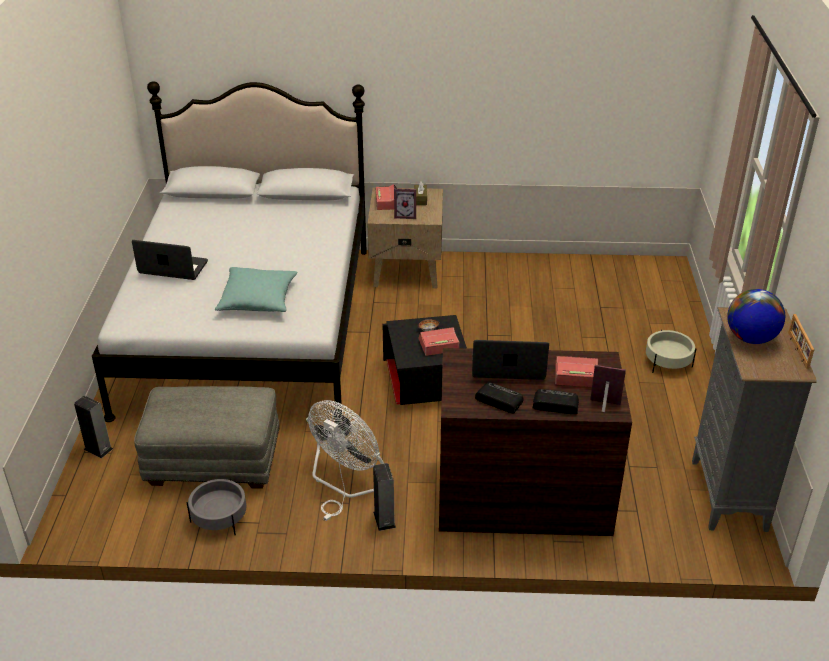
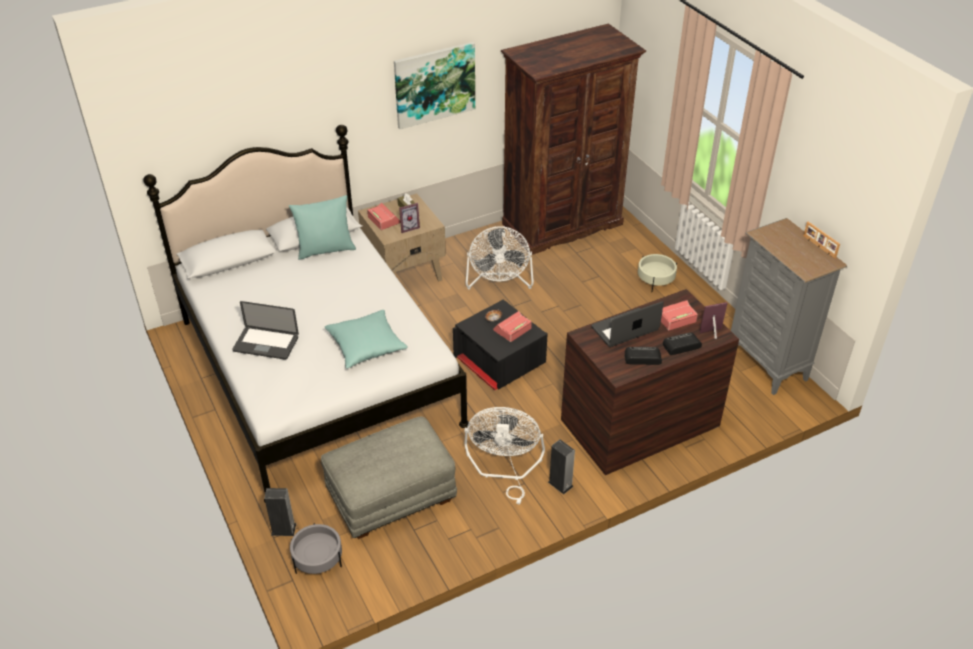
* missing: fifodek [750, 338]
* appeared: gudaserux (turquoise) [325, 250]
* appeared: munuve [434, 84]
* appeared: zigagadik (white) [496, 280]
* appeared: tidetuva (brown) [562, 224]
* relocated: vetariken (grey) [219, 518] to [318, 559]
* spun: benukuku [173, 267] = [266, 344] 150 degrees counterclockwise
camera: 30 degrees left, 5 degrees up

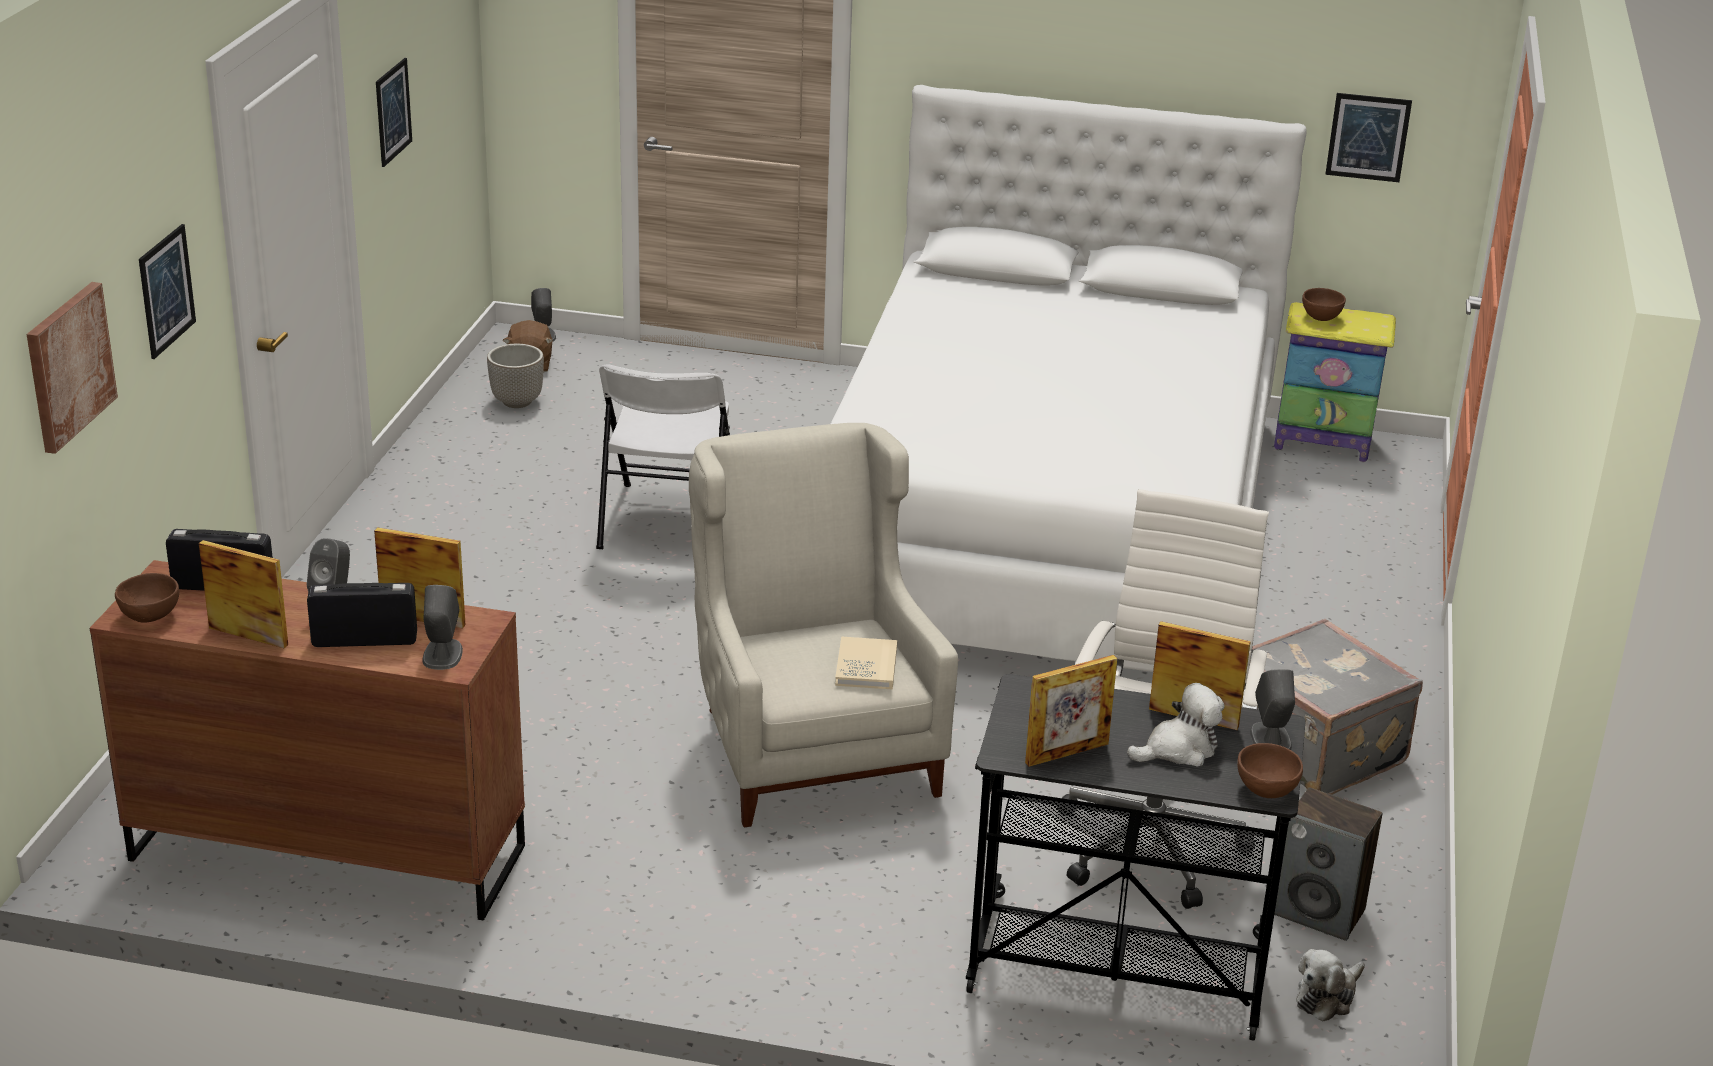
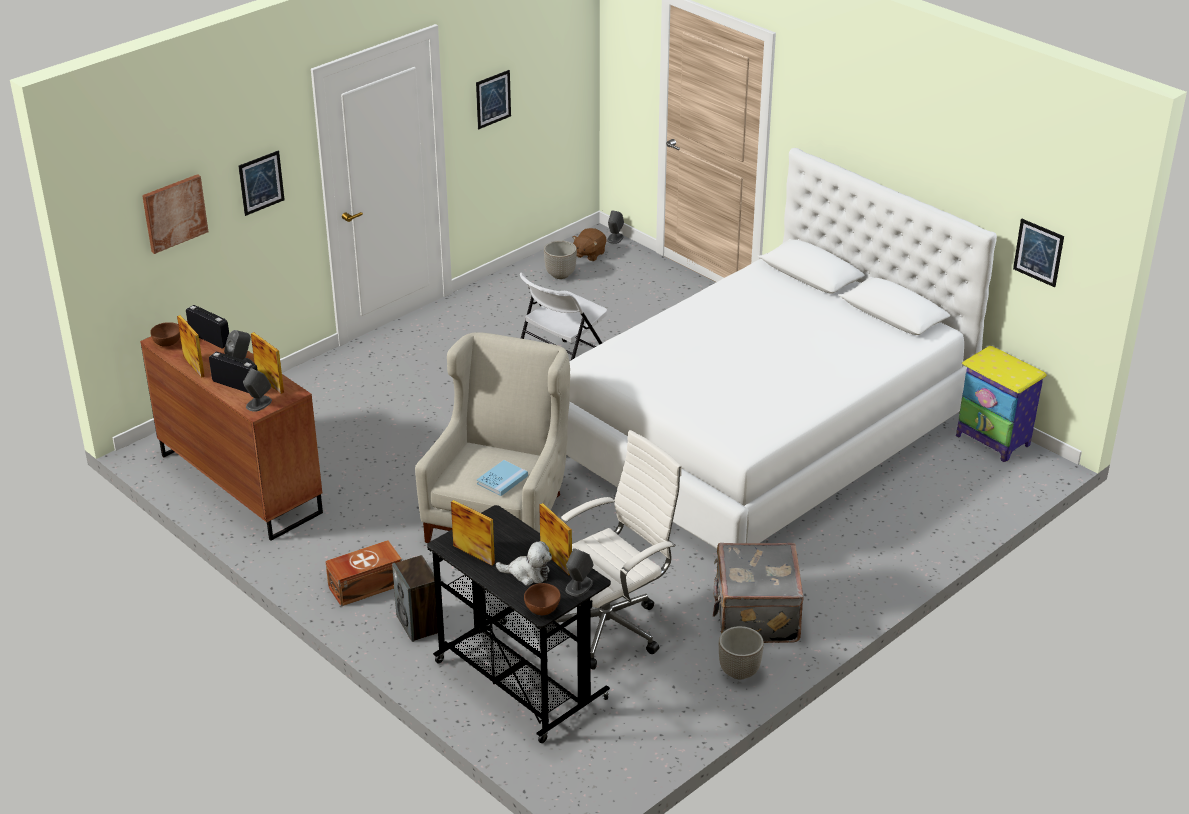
* missing: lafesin [1327, 997]
* missing: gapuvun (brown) [1320, 317]
* appeared: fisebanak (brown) [364, 585]
* appeared: vetariken [739, 672]
* relocated: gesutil [1320, 912] to [419, 624]
* colour: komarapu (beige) [866, 667] to komarapu (blue) [502, 480]
* spun: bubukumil [1067, 753] = [473, 554] 150 degrees counterclockwise
camera: 35 degrees right, 5 degrees up

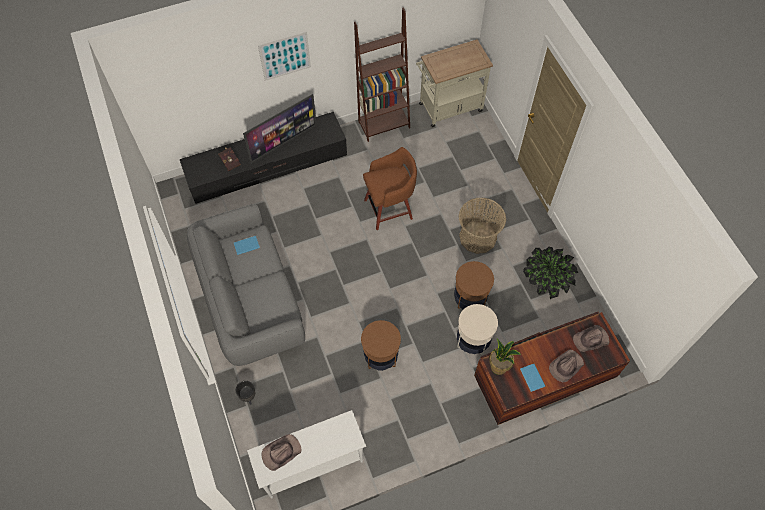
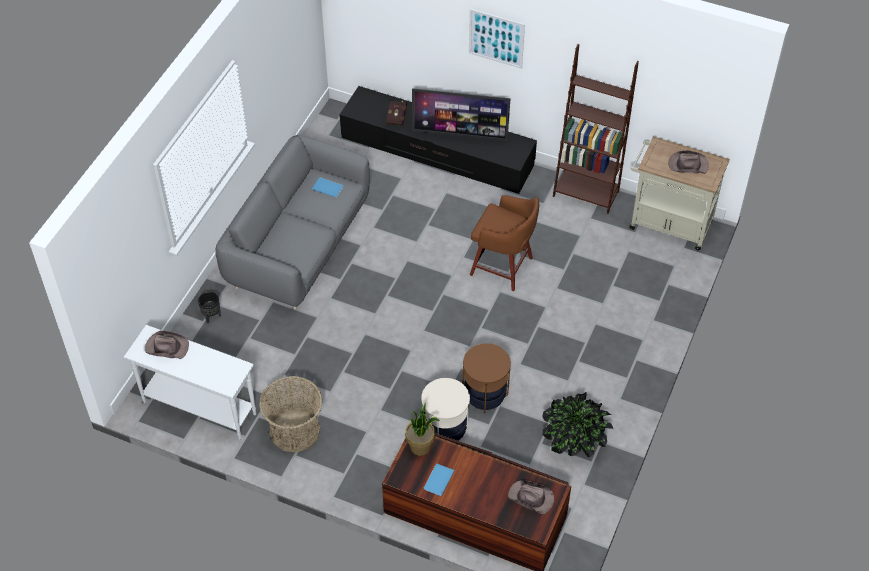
* missing: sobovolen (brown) [380, 356]
* relocated: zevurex [477, 237] to [294, 430]
* relocated: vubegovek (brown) [565, 366] to [687, 165]
camera: 45 degrees right, 10 degrees down

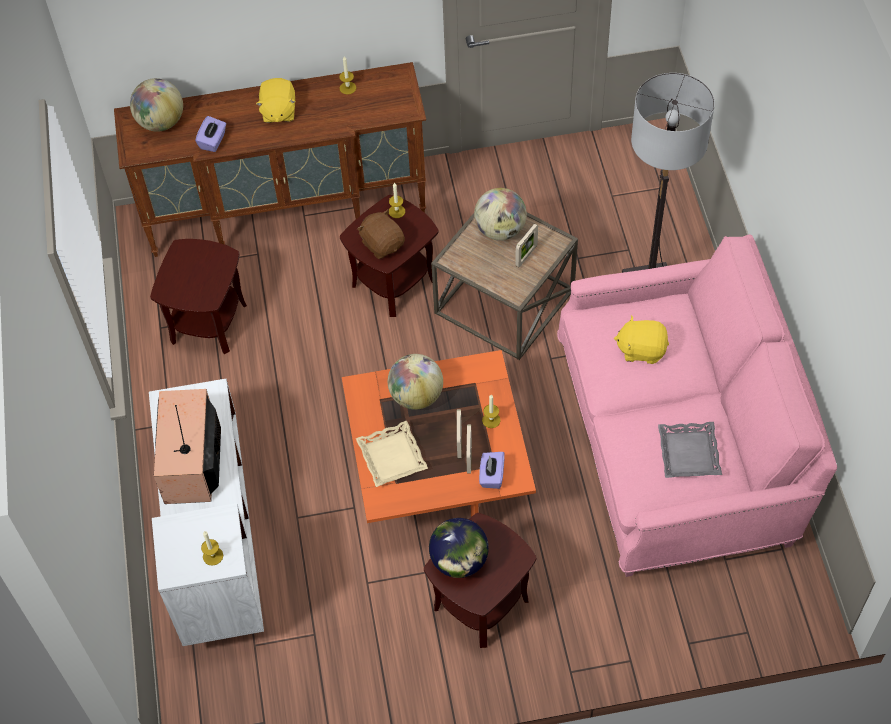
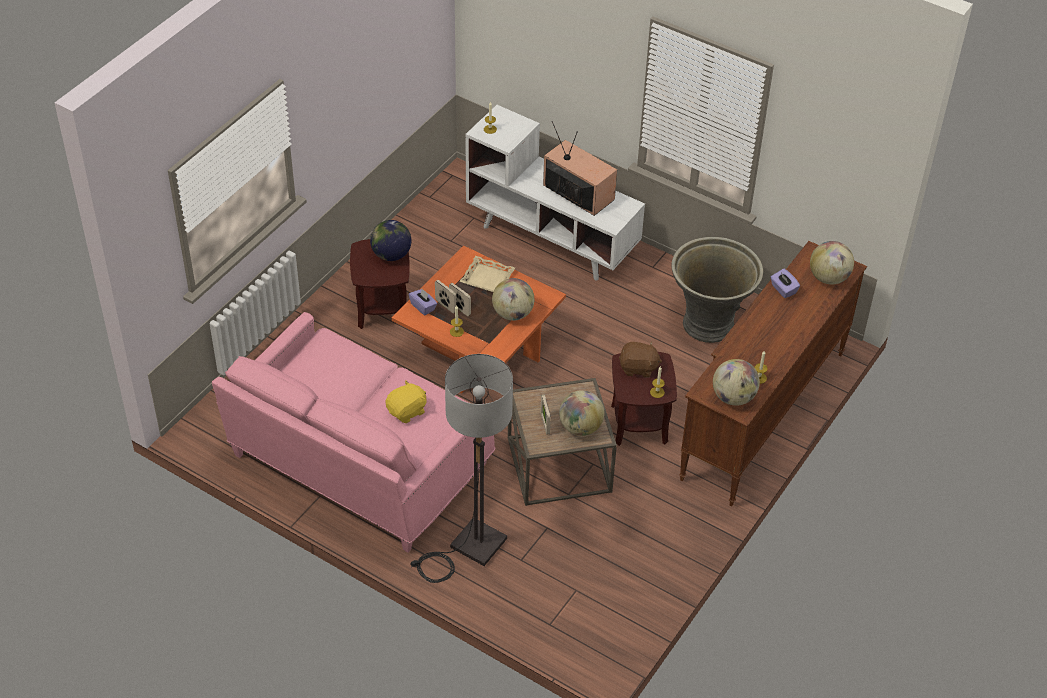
* missing: lafesin (yellow) [278, 111]
* missing: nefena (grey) [688, 453]
* appeared: fifodek [733, 397]
* exchanged: sobovolen (brown) [208, 322] to vetariken (grey) [709, 324]
camera: 130 degrees right, 10 degrees down

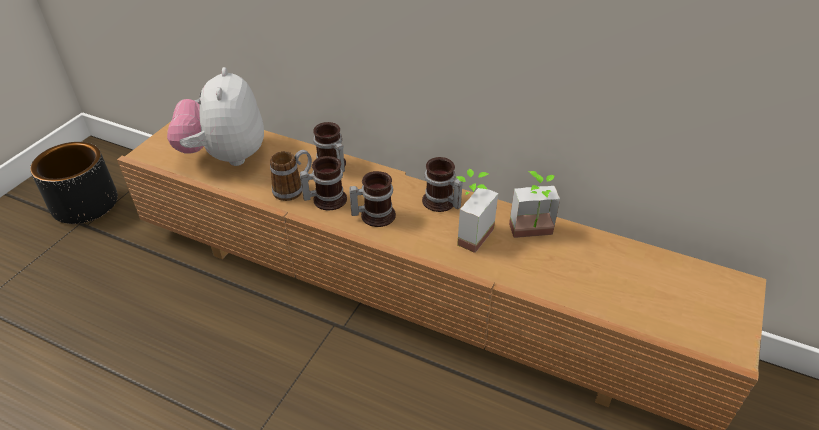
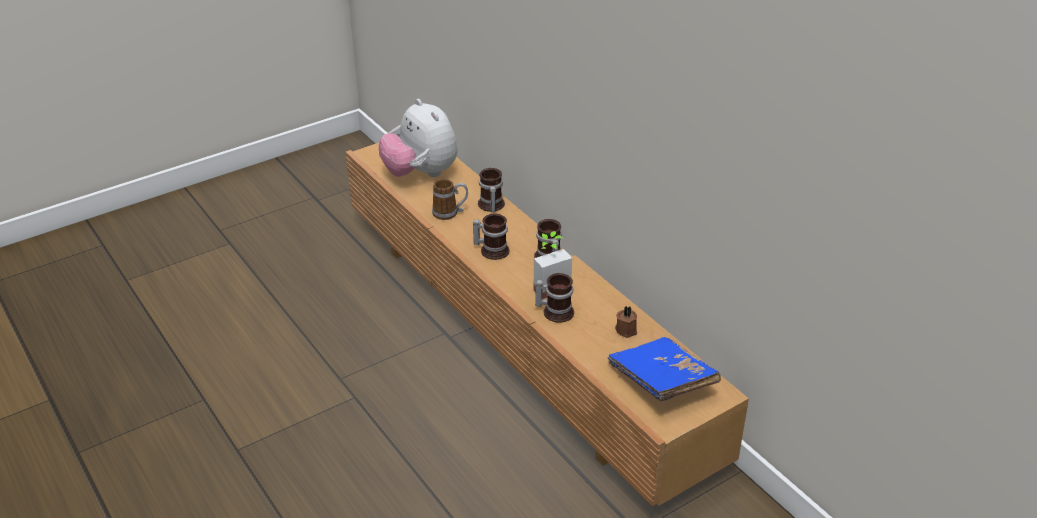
* missing: vetariken (black) [86, 204]
* missing: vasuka [532, 235]
* appeared: komarapu (blue) [661, 382]
* appeared: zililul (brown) [626, 329]
* relocated: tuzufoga [326, 199] to [555, 311]
* spun: lafesin [225, 156] = [420, 173] 60 degrees counterclockwise
camera: 30 degrees right, 5 degrees down

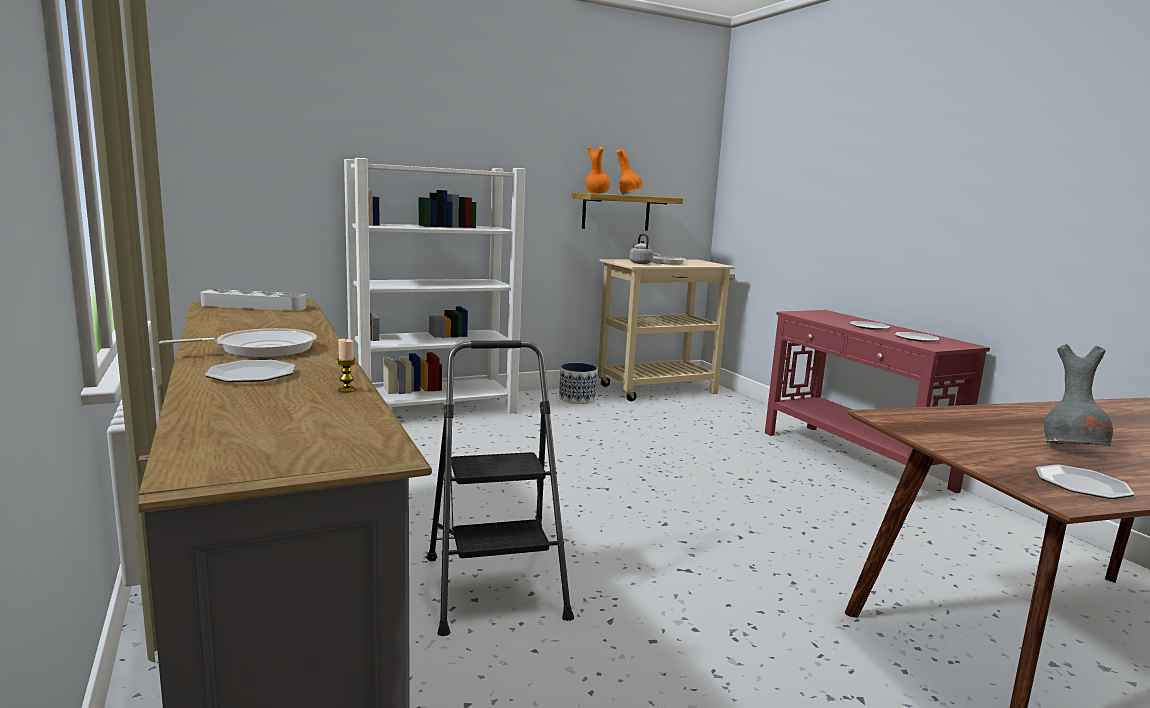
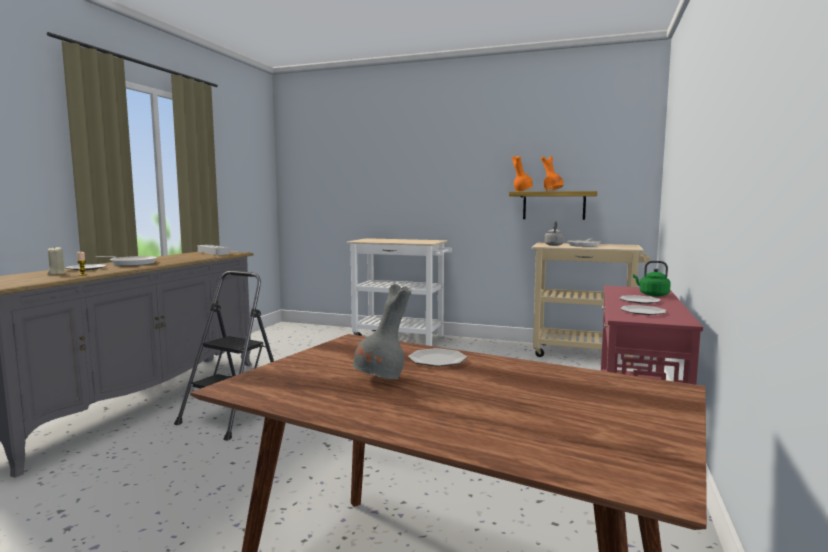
* missing: vetariken [577, 399]
* appeared: zililul (beige) [56, 273]
* appeared: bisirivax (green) [652, 295]
* relocated: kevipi [1081, 485] to [437, 360]
* exchanged: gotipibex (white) [434, 409] to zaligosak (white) [400, 338]
camera: 45 degrees right, 5 degrees down

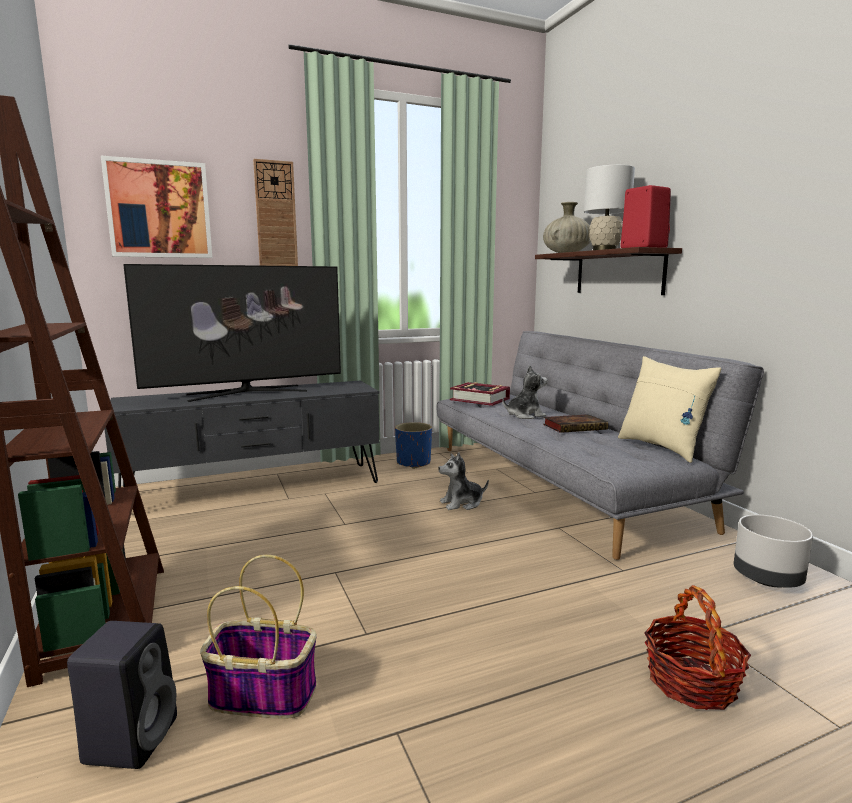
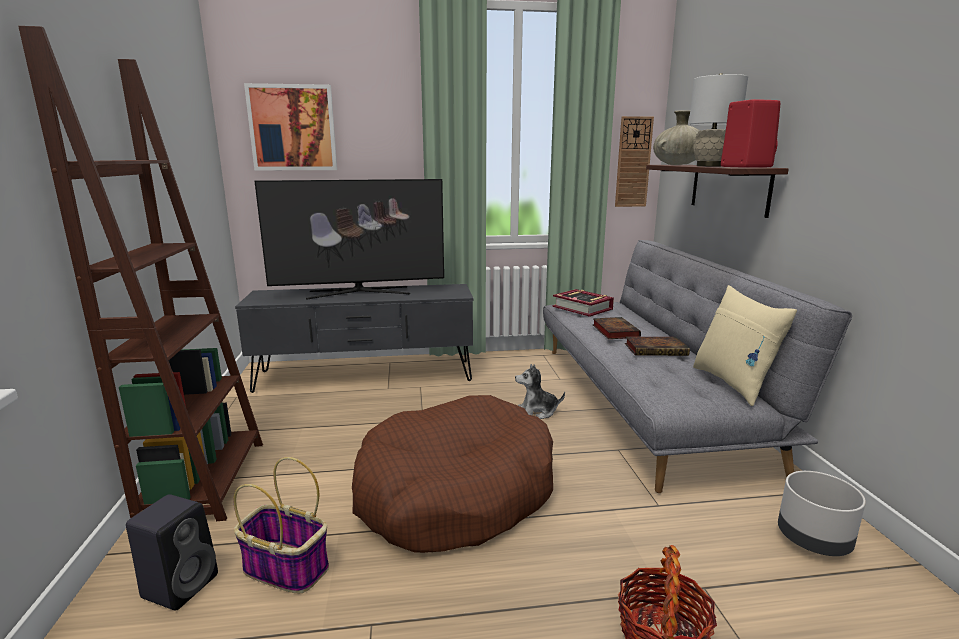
* missing: vetariken (blue) [414, 463]
* appeared: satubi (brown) [455, 492]
* relocated: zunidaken [276, 214] to [633, 162]
* exchanged: lafesin [524, 415] to komarapu [614, 331]
camera: 15 degrees right, 5 degrees up

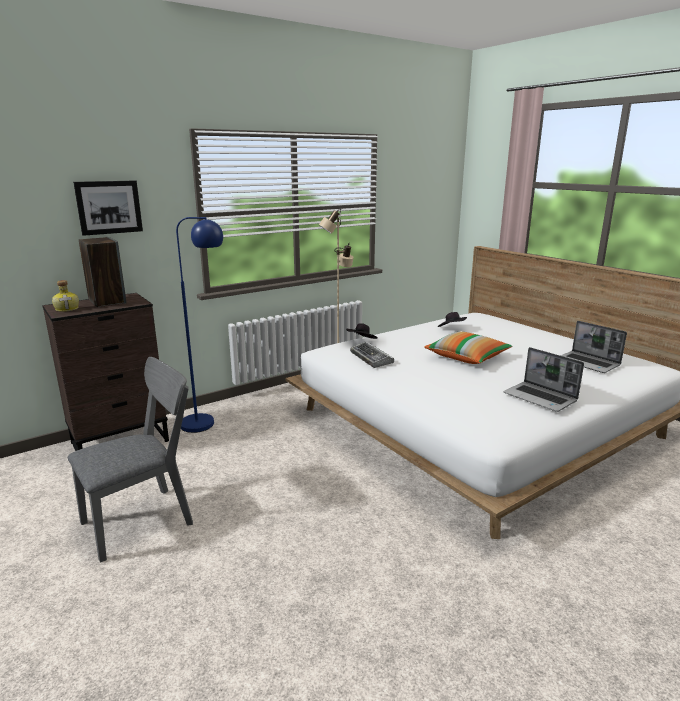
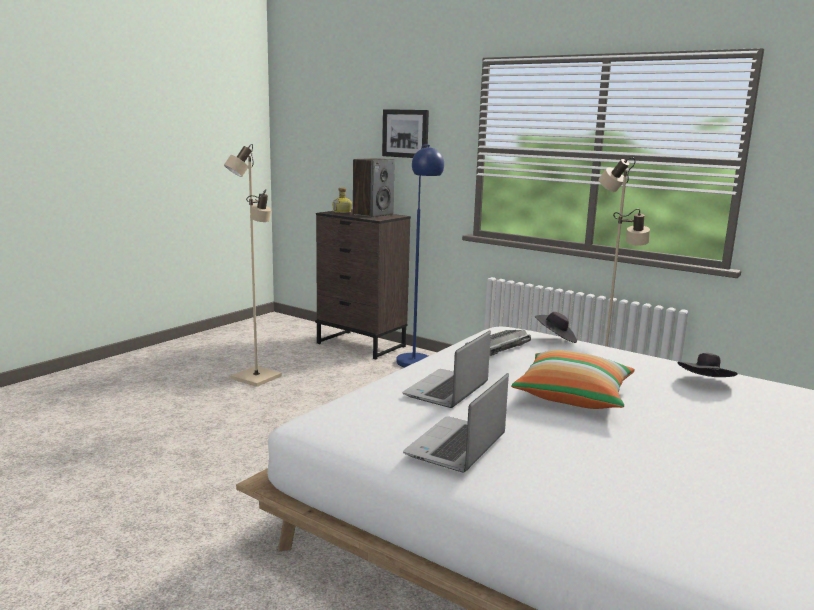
* relocated: benukuku [588, 363] to [447, 390]
* exchanged: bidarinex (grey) [145, 519] to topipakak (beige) [256, 377]
camera: 70 degrees right, 5 degrees down

